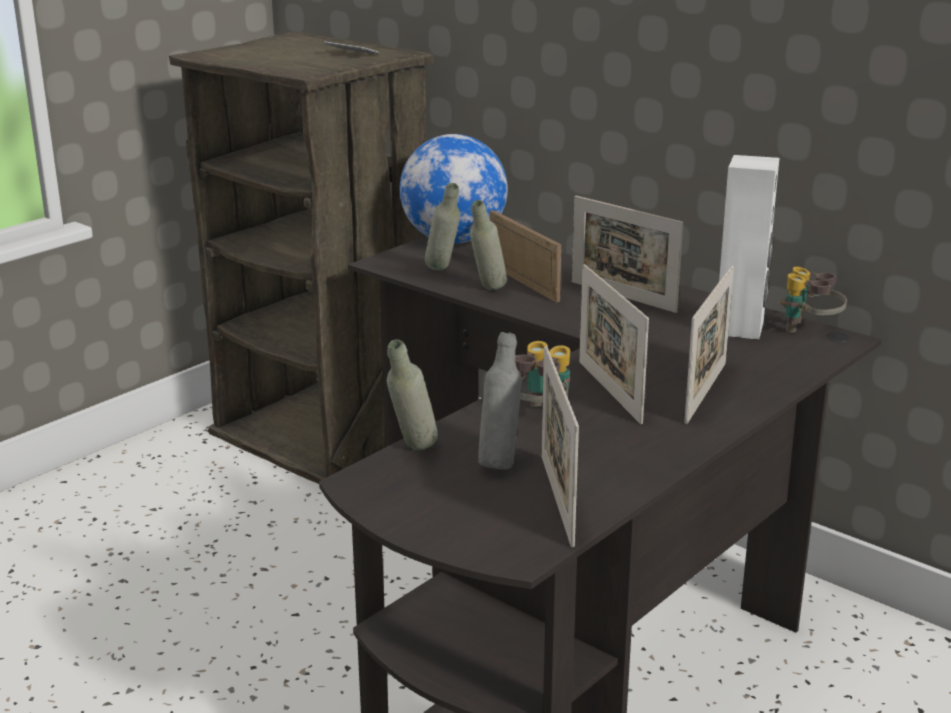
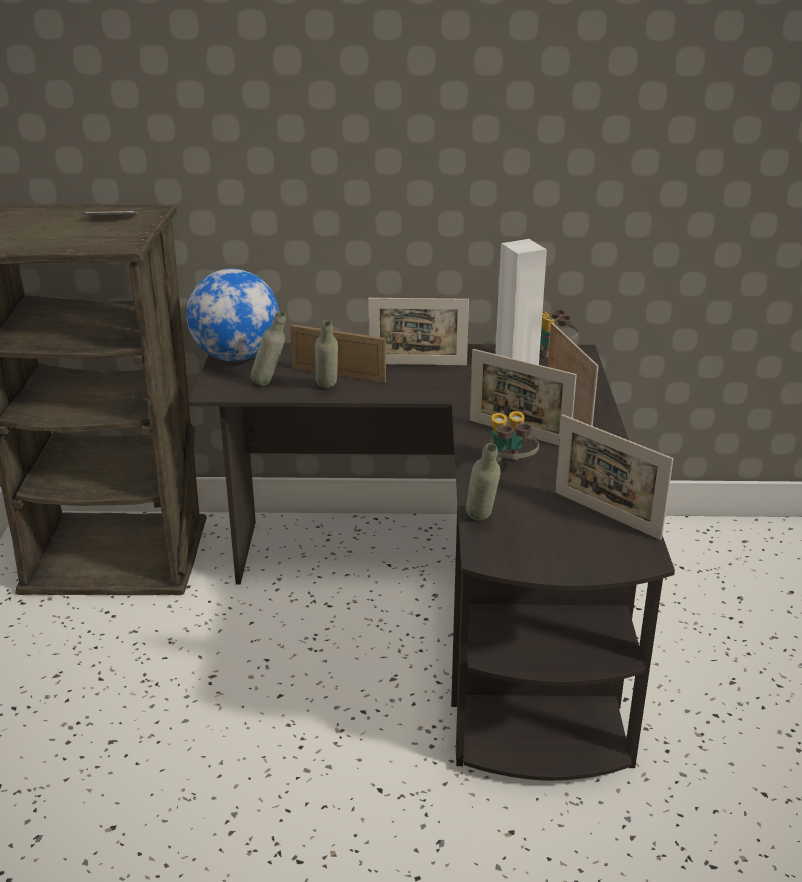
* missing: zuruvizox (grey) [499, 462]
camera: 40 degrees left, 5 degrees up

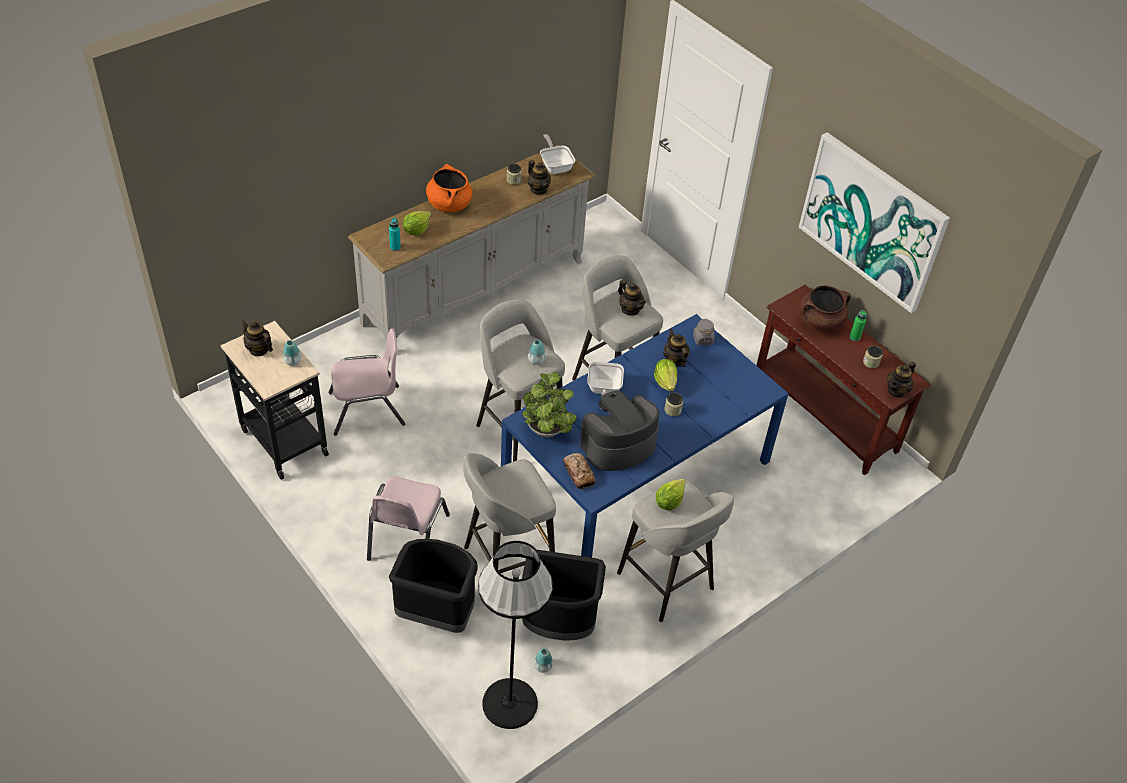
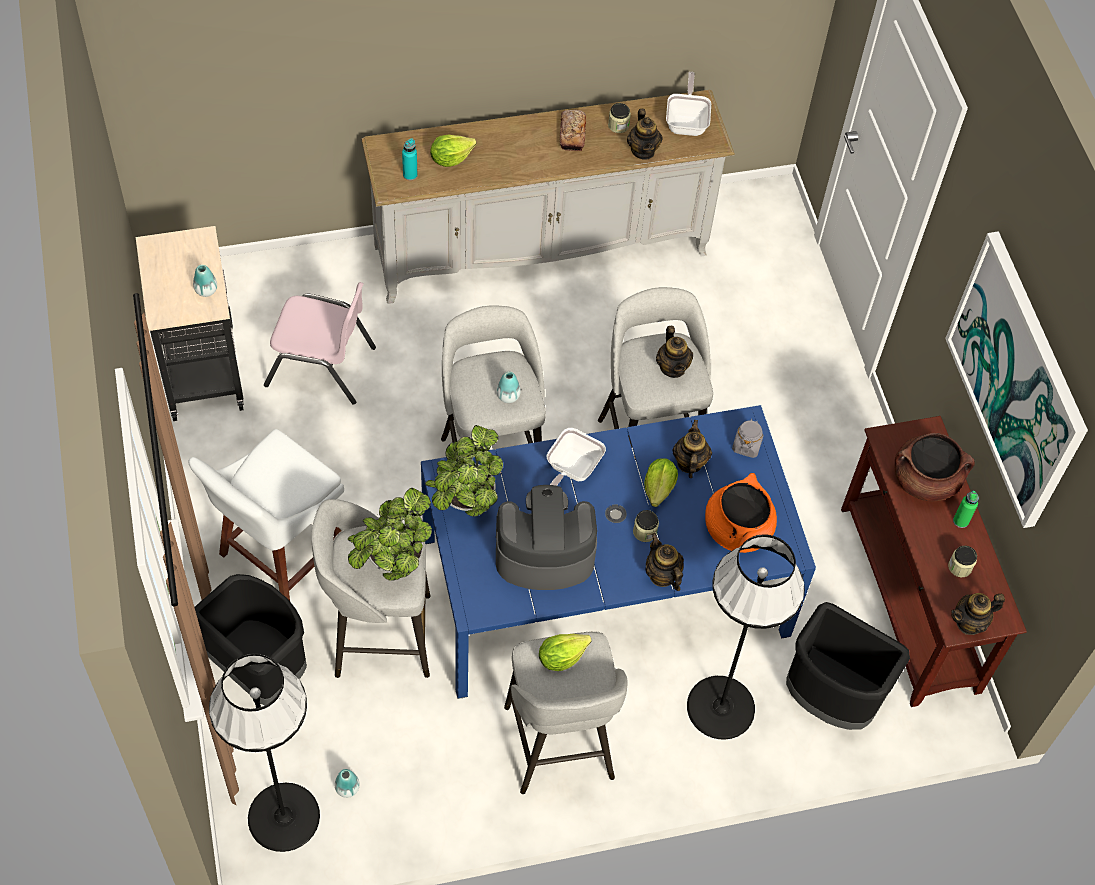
* appeared: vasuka [393, 561]
* appeared: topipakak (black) [720, 708]
* relocated: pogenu [259, 349] to [662, 575]
* relocated: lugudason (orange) [449, 204] to [737, 529]
* relocated: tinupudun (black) [559, 624] to [831, 698]
* relocated: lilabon [578, 473] to [572, 133]
* exchanged: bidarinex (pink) [407, 537] to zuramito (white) [279, 554]
camera: 25 degrees right, 10 degrees up

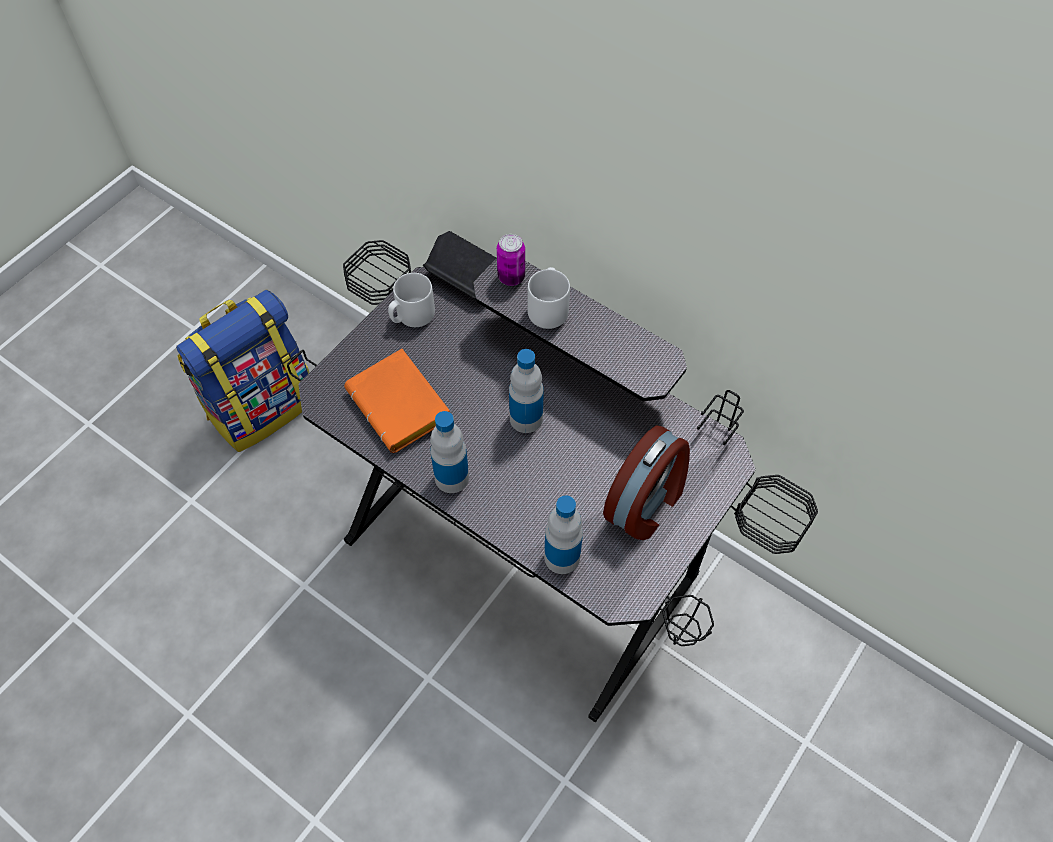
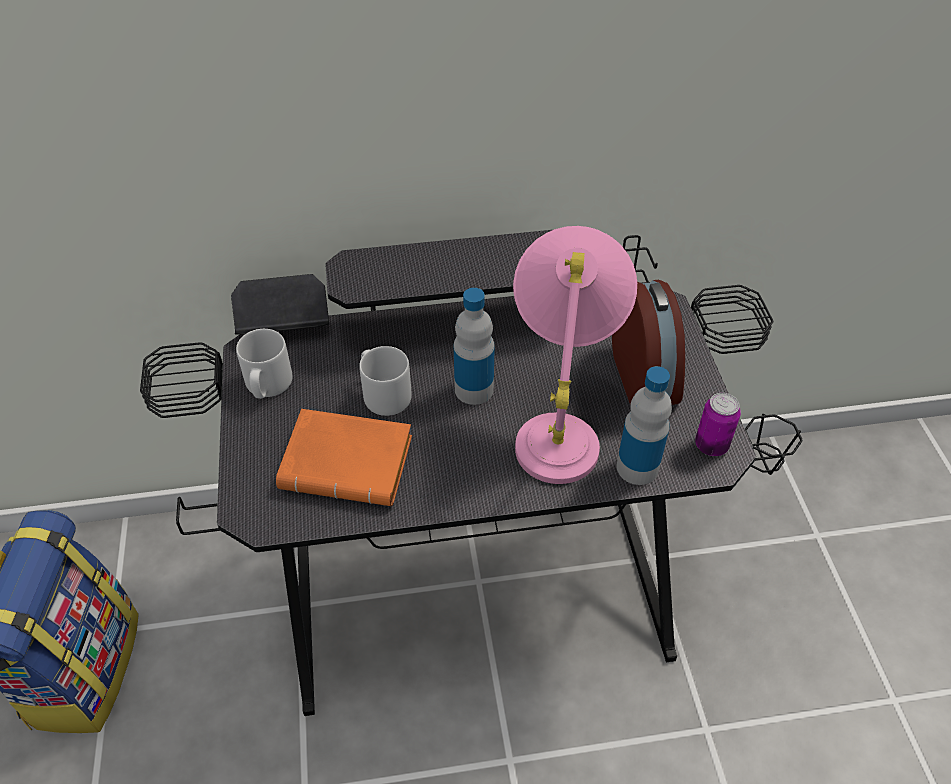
* missing: zuruvizox [452, 478]
* appeared: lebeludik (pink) [560, 425]
* relocated: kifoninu [511, 277] to [711, 445]
* relocated: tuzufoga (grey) [548, 308] to [384, 394]
camera: 45 degrees left, 10 degrees down

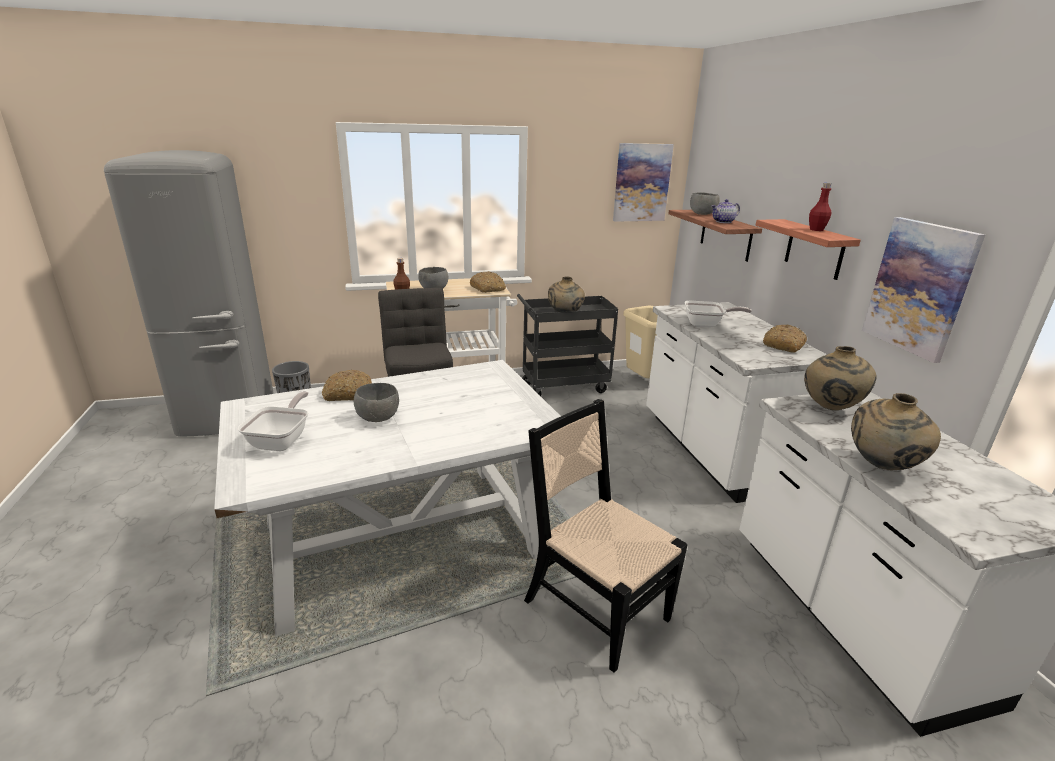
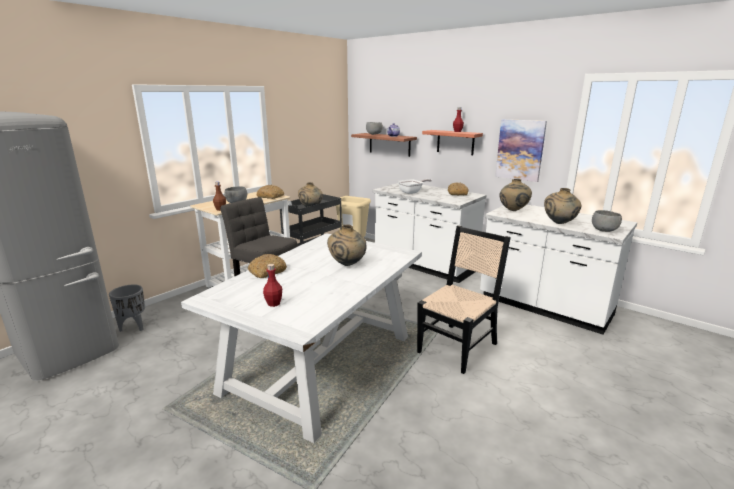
* missing: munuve [641, 183]
* appeared: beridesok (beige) [347, 265]
* relocated: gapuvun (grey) [378, 418] to [603, 230]
* exchanged: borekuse [282, 440] to zuruvizox (red) [273, 303]
* spun: bidarinex [596, 609] = [457, 348] 120 degrees clockwise
camera: 35 degrees left, 5 degrees down

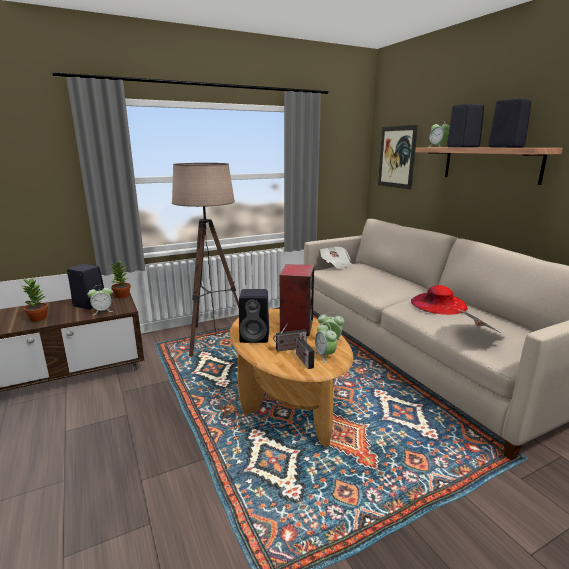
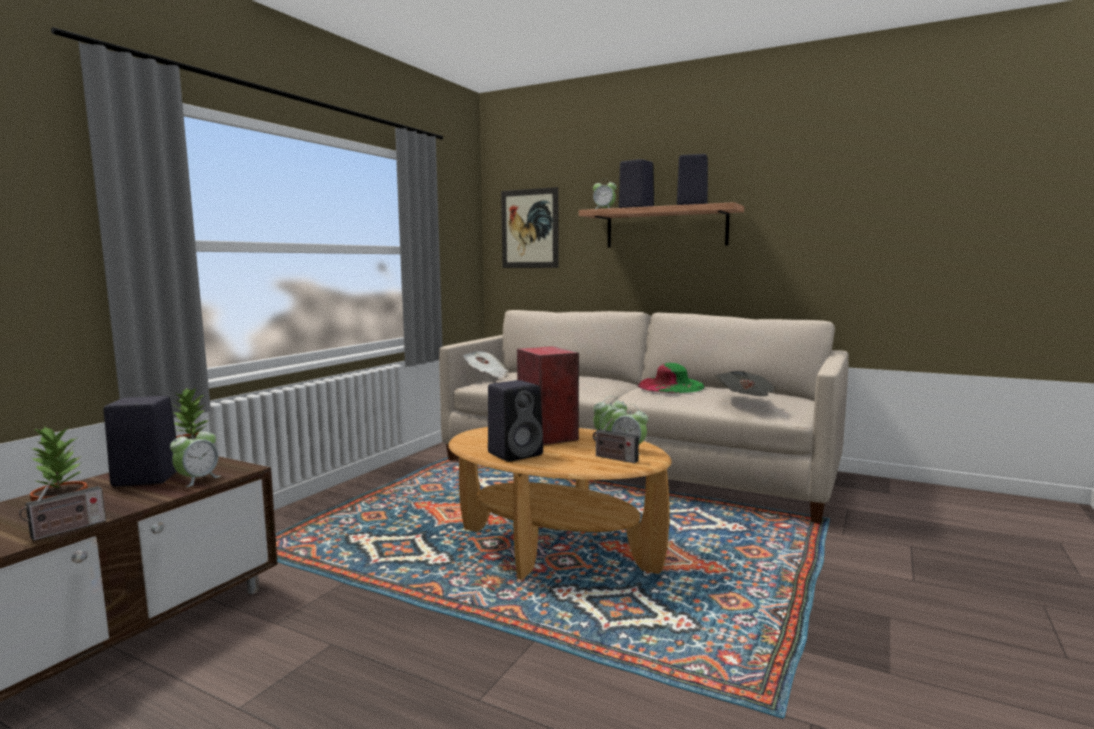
* missing: topipakak [212, 339]
* relocated: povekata [289, 348] to [65, 530]
* colour: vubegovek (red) [438, 304] to vubegovek (green) [671, 386]
camera: 35 degrees left, 10 degrees down

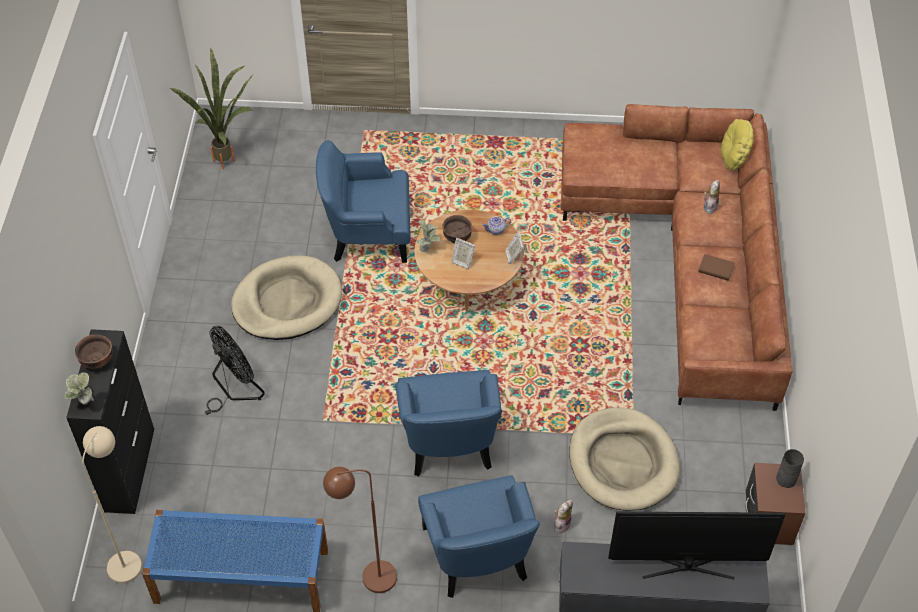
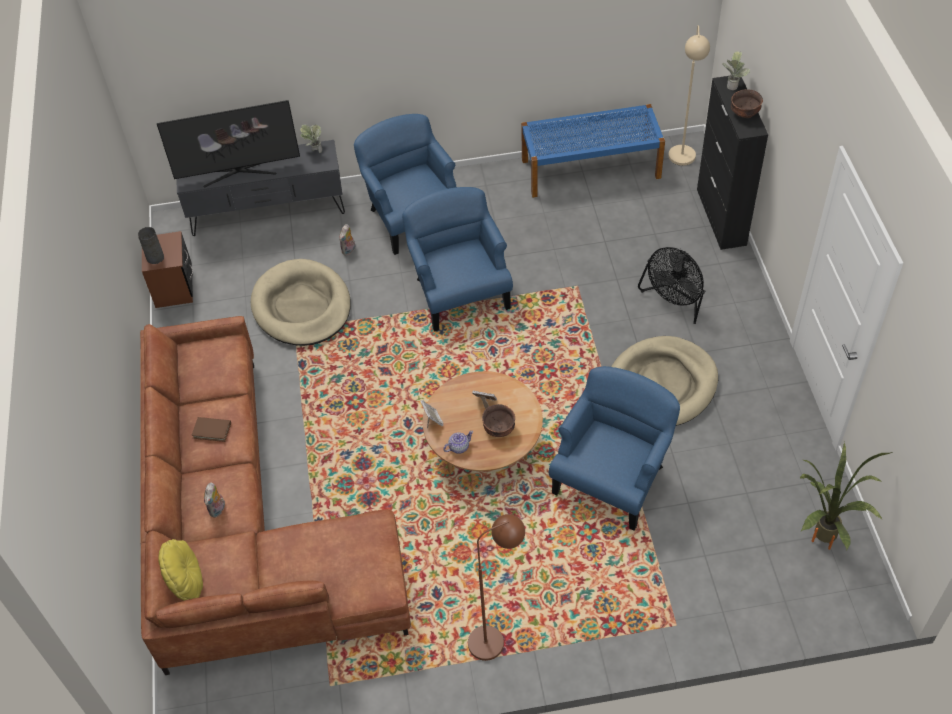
* relocated: topipakak (brown) [369, 580] to [496, 639]
* relocated: vasuka [428, 249] to [314, 150]
* spun: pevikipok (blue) [367, 234] = [612, 479] 45 degrees counterclockwise
camera: 170 degrees right, 0 degrees up

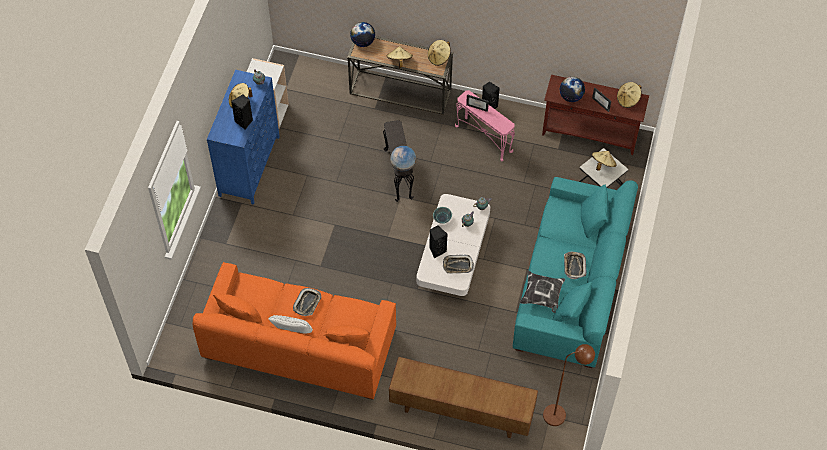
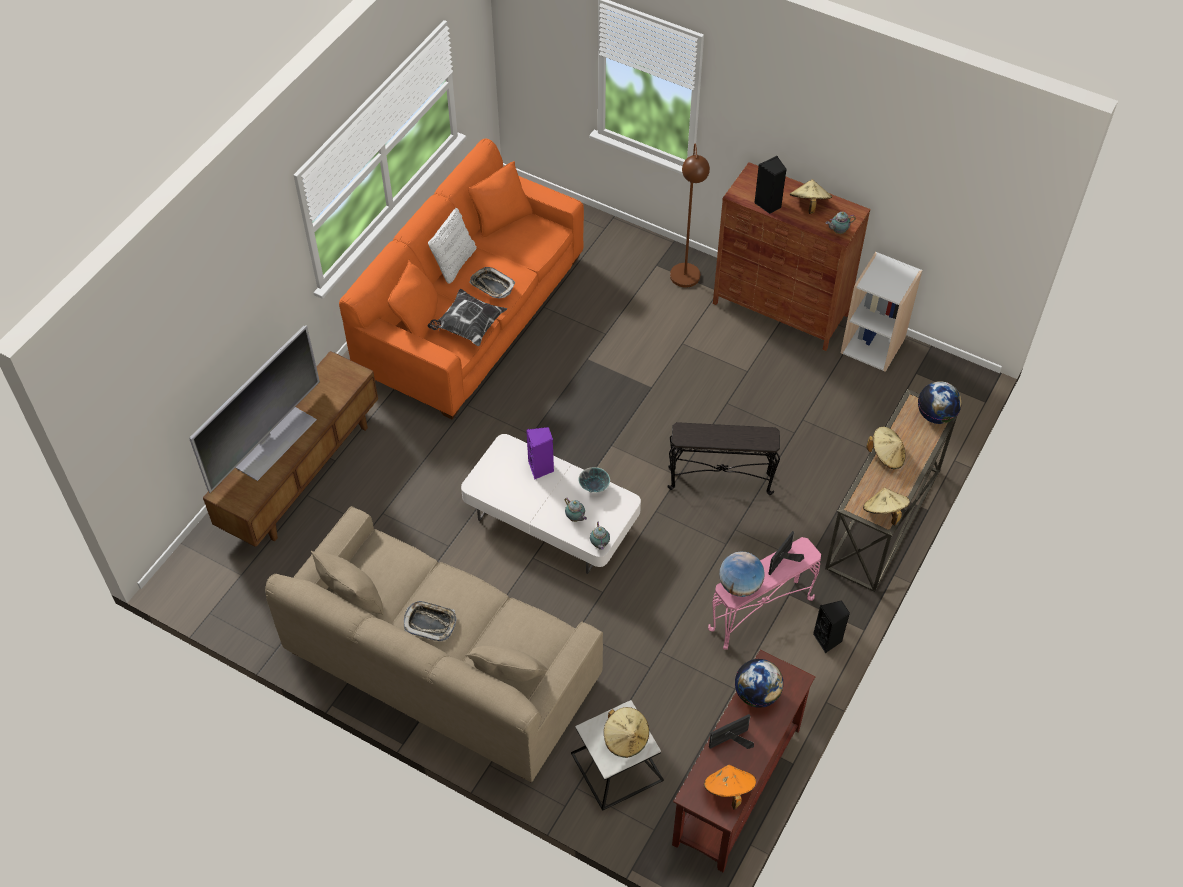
* missing: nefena [457, 266]
* appeared: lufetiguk [274, 443]
* relocated: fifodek [403, 165] to [739, 586]
* relocated: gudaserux [542, 296] to [468, 326]
* relocated: topipakak (brown) [561, 413] to [685, 283]
* colour: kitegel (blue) [249, 166] to kitegel (brown) [780, 309]
* colour: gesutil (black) [437, 250] to gesutil (purple) [541, 468]
* colour: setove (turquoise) [570, 286] to setove (beige) [443, 665]
* colour: vubegovek (beige) [628, 99] to vubegovek (orange) [728, 790]
camera: 105 degrees right, 5 degrees down

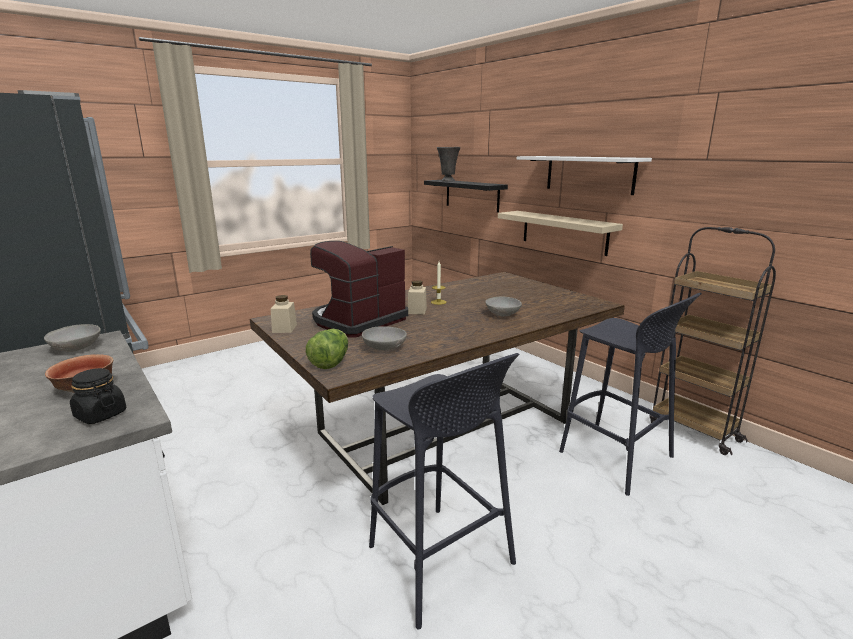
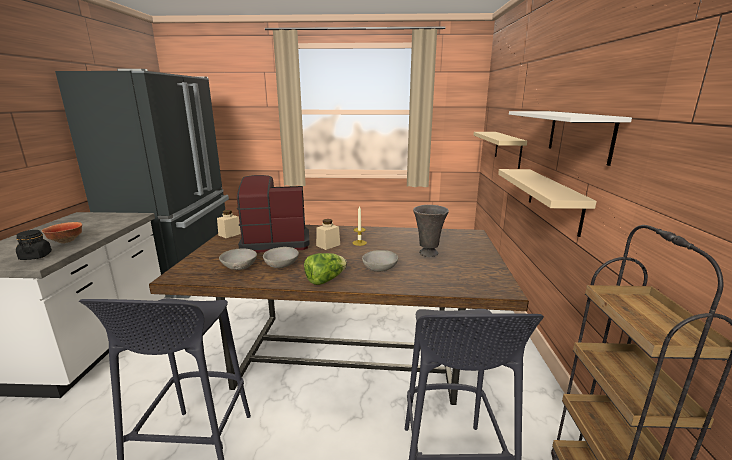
* relocated: gapuvun (grey) [77, 348] to [282, 265]
* relocated: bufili [330, 362] to [325, 280]
* relocated: beridesok (grey) [448, 181] to [428, 254]
* colour: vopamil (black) [472, 195] to vopamil (beige) [508, 149]
camera: 40 degrees right, 0 degrees up

